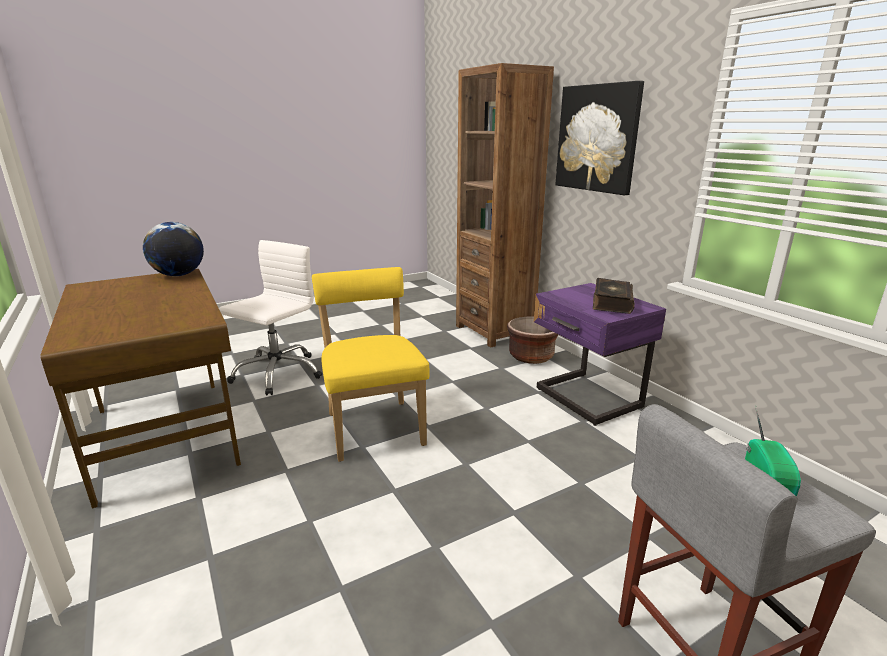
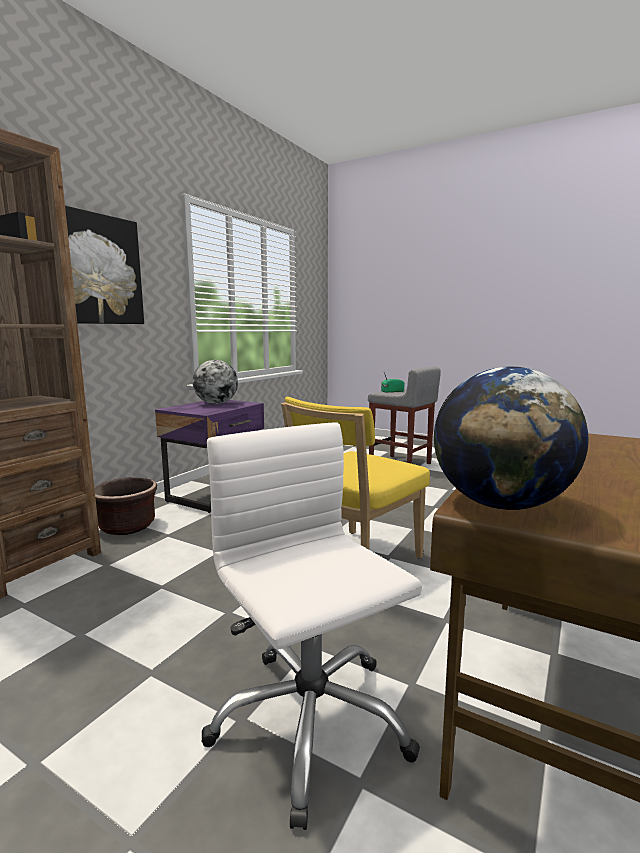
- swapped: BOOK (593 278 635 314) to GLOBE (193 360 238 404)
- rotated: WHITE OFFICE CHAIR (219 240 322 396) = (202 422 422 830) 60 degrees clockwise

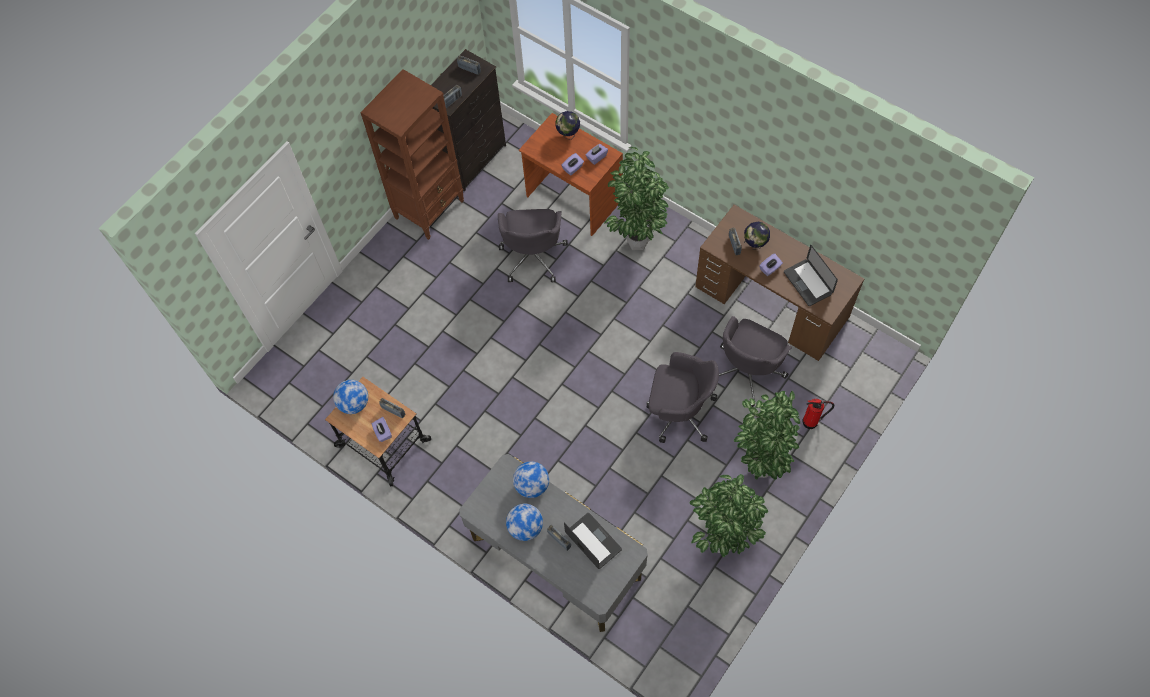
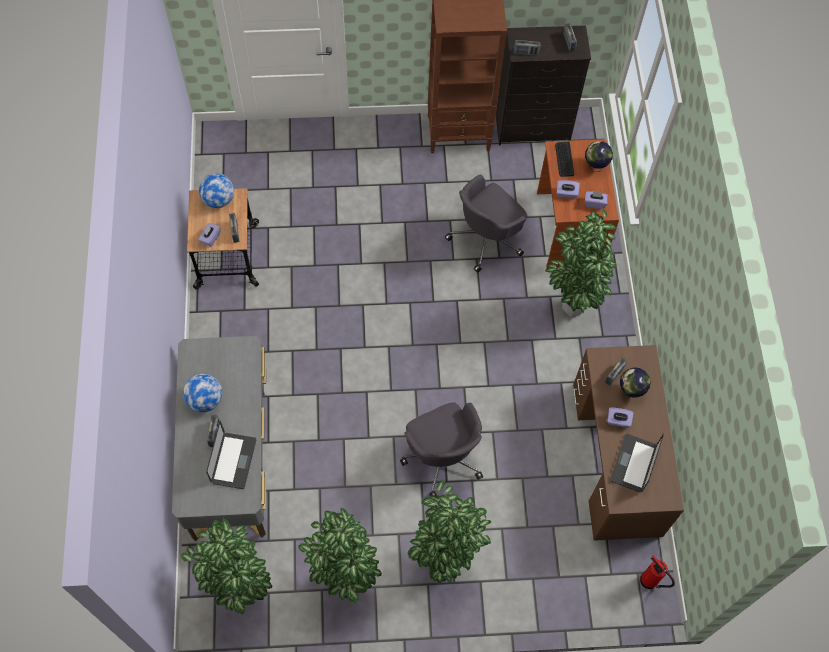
- gone: GLOBE (513 461 549 498)
- gone: GREY OFFICE CHAIR (719 316 792 407)
- new: POTTED PLANT (181 519 272 614)
- new: KEYBOARD (555 142 574 177)
- shifted: FIRE EXTINGUISHER (803 399 834 429) to (640 556 675 589)

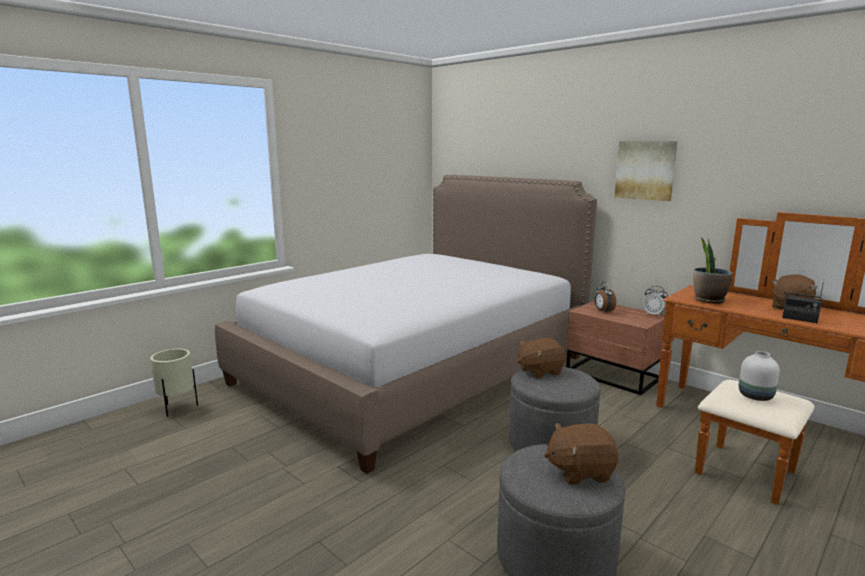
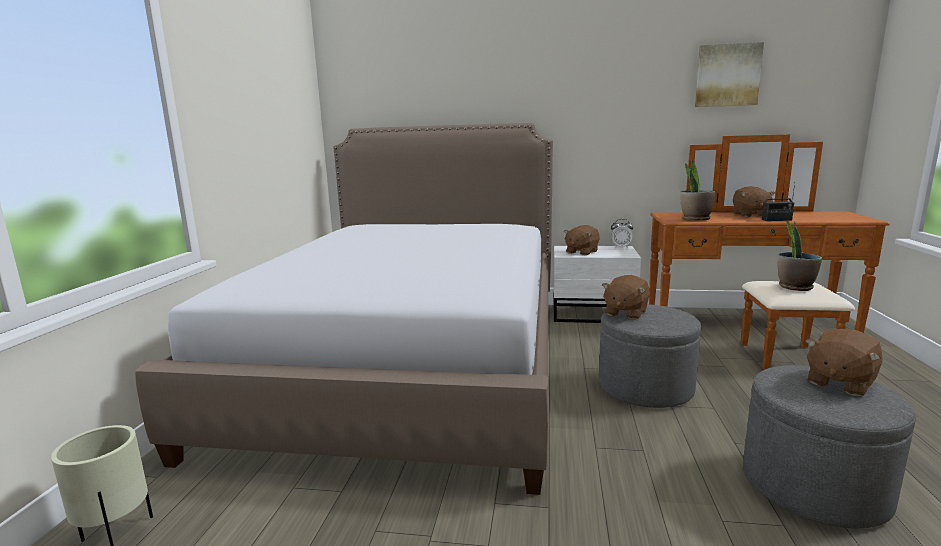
- shifted: PICTURE (614 141 678 201) to (695 42 764 107)
- swapped: ALARM CLOCK (595 282 616 313) to BROWN PLUSH TOY (564 225 600 255)
- swapped: WHITE VASE (739 351 780 401) to POTTED PLANT (777 220 822 291)
- repainted: BROWN NIGHTSTAND (566 300 665 395) to WHITE NIGHTSTAND (553 246 641 323)

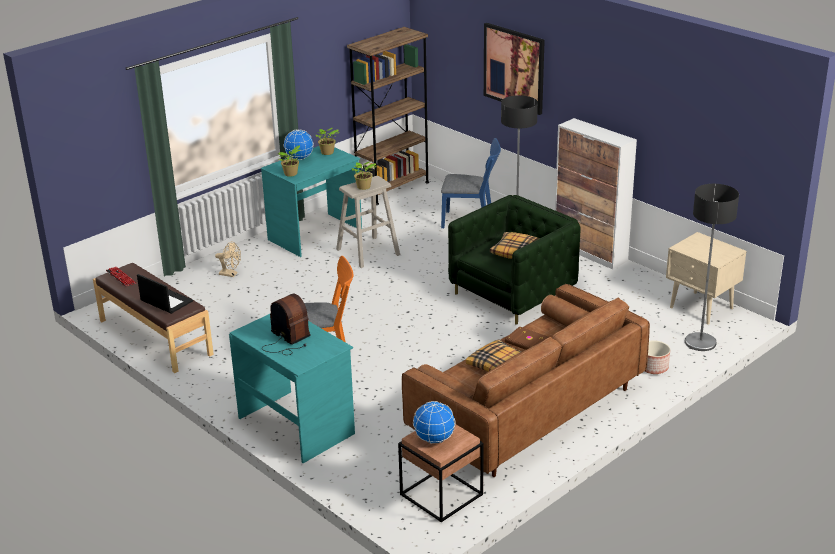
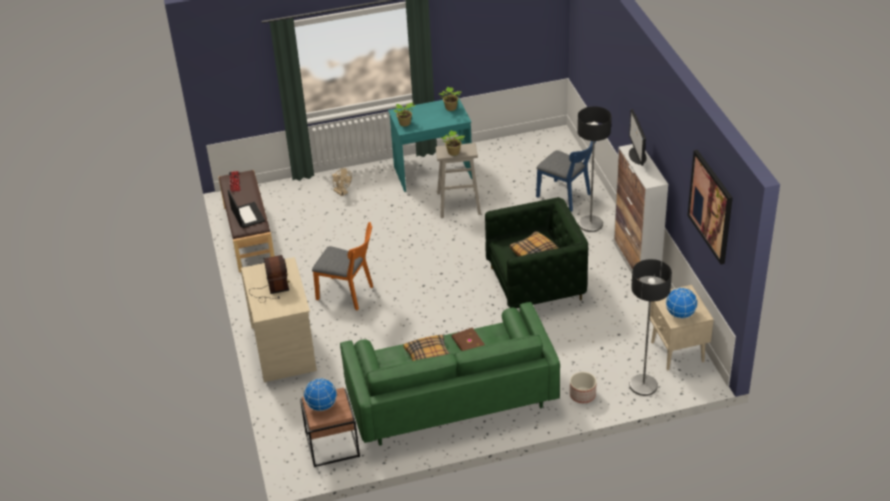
- gone: BROWN BOOKCASE (347 27 429 205)
- new: MONITOR (629 109 647 166)
- shifted: GLOBE (283 129 314 160) to (666 287 698 319)
- shifted: PICTURE (484 23 545 115) to (688 150 733 264)
- repainted: TURQUOISE DESK (229 313 355 463) to BEIGE DESK (241 257 317 382)
- repainted: BROWN SOFA (402 284 650 477) to GREEN SOFA (340 302 560 446)

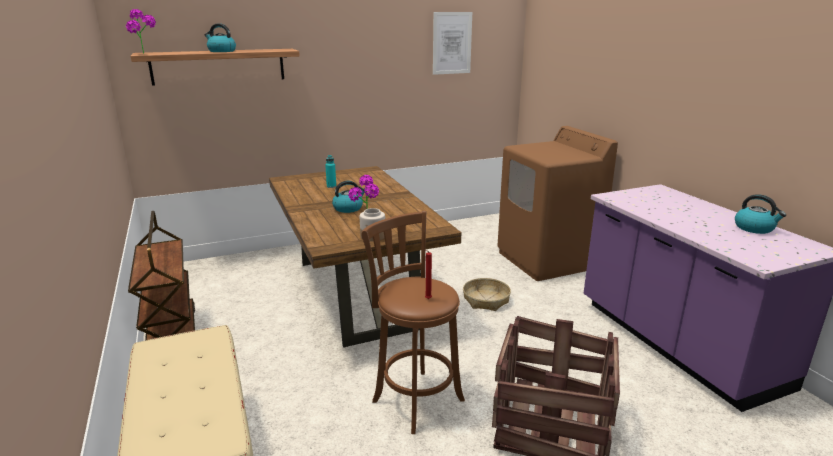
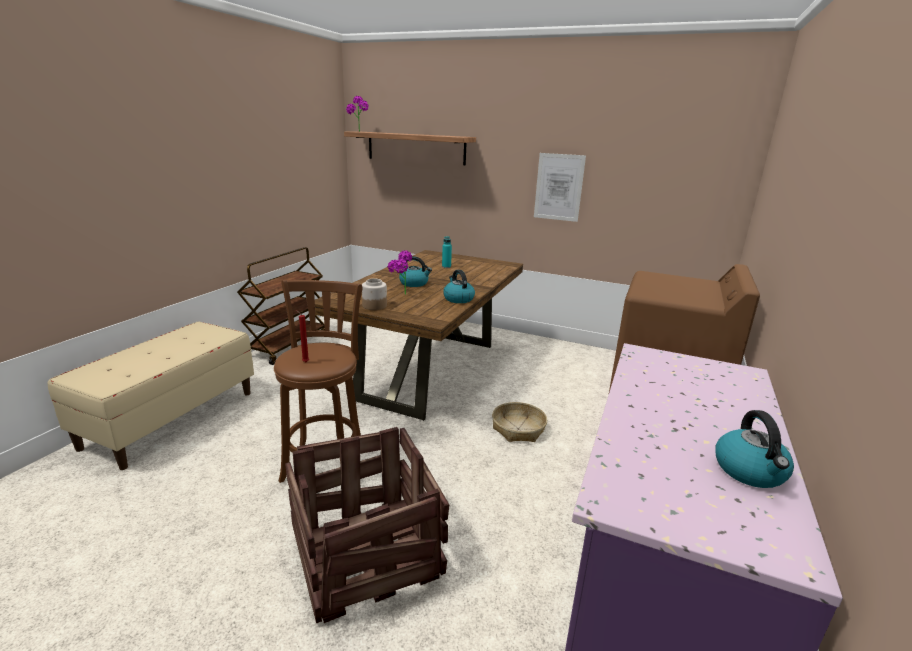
- shifted: KETTLE (205 23 236 52) to (443 270 475 303)
- shifted: PICTURE (433 12 472 75) to (534 153 586 222)

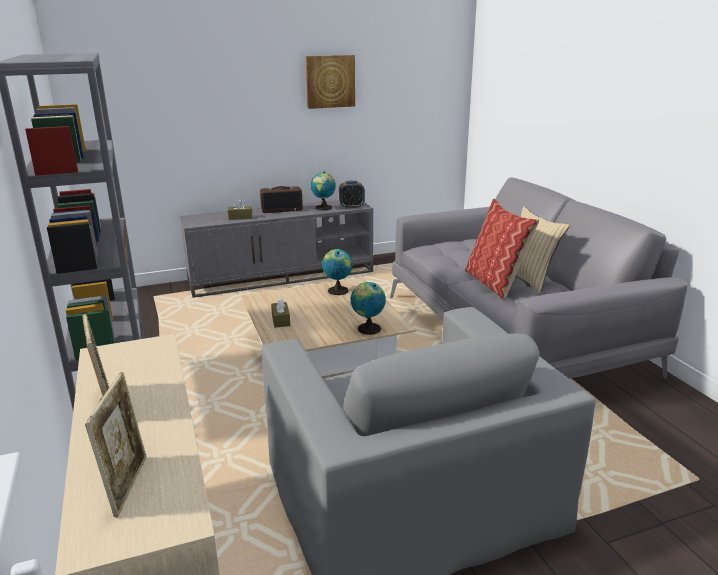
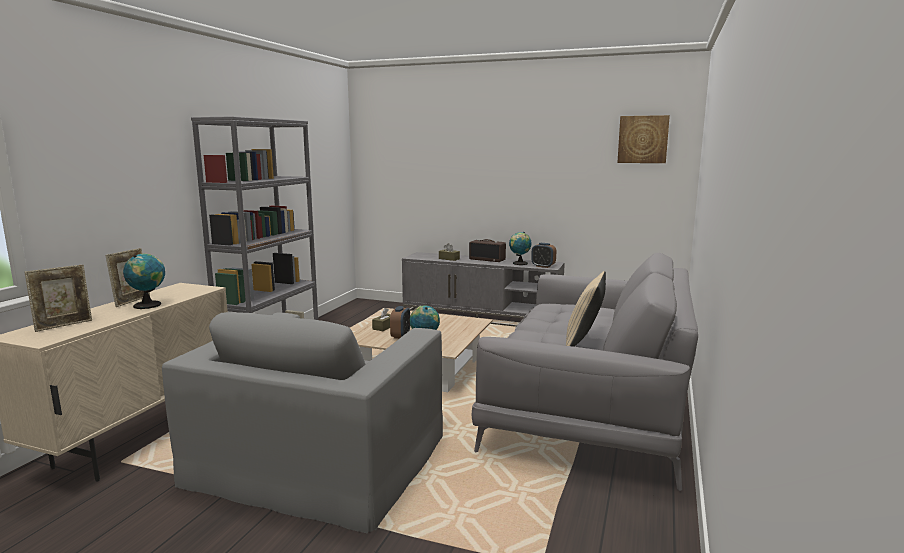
- gone: PILLOW (465 199 539 301)
- new: ALARM CLOCK (390 306 410 339)
- shifted: PICTURE (305 55 355 109) to (617 115 670 163)
- shifted: GLOBE (322 249 353 295) to (123 254 165 309)

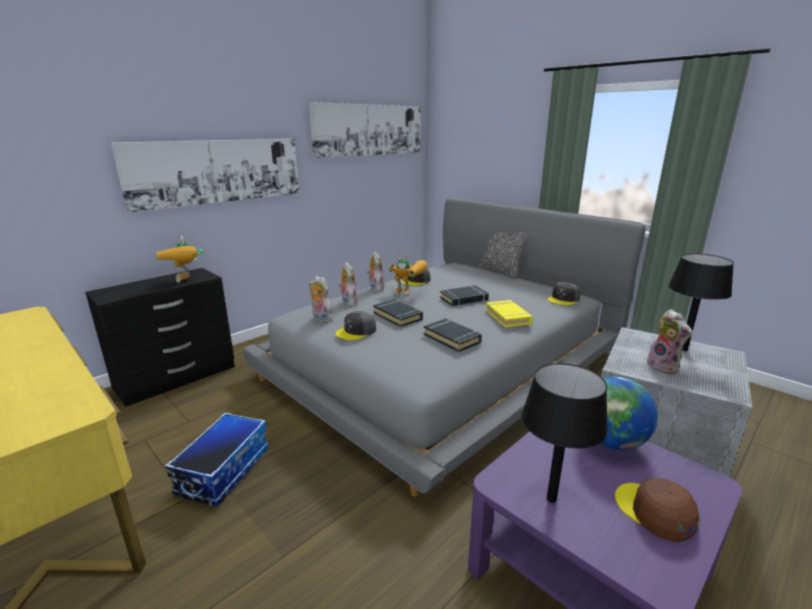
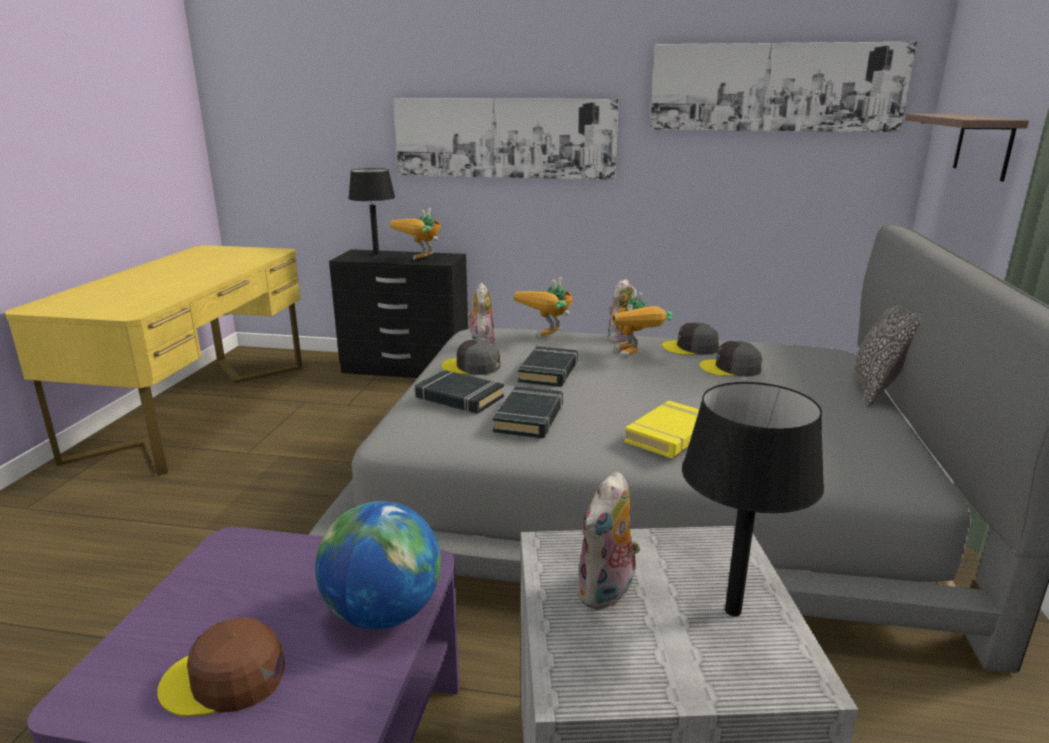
- gone: STORAGE BOX (165 412 269 507)
- new: SHELF (905 114 1029 181)
- shifted: BLACK BOOK (440 285 489 306) to (415 370 504 414)
- shifted: BLACK TABLE LAMP (522 363 608 503) to (348 168 395 255)
- shifted: GREY CAP (548 282 580 305) to (699 341 762 377)
- swapped: PLUSH TOY (338 262 358 306) to TOY ROBOT (514 276 573 337)
- rotated: BROWN CAP (615 478 699 542) = (157 618 285 717) 120 degrees counterclockwise

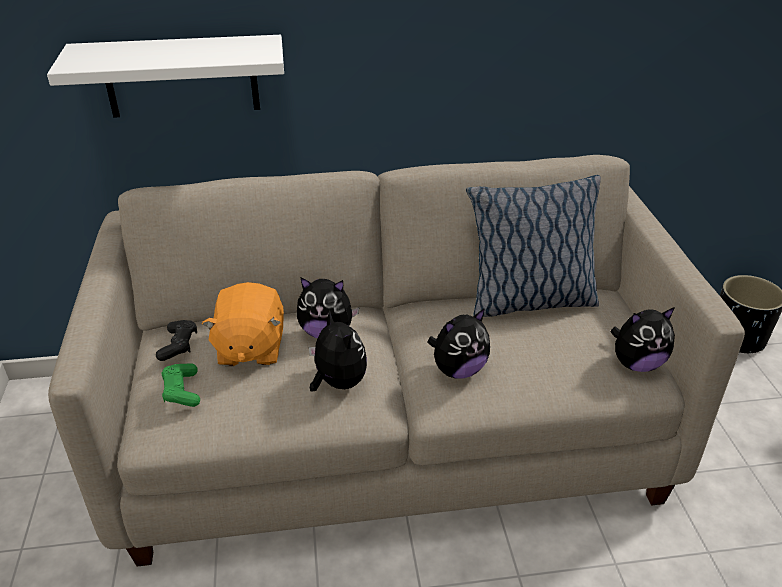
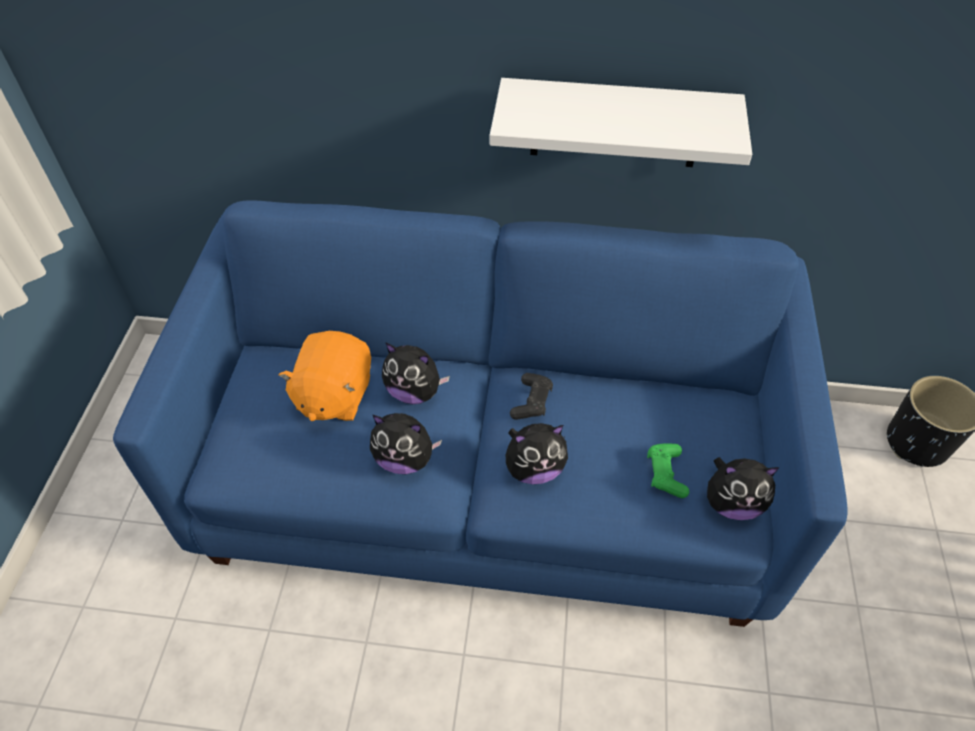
- gone: PILLOW (466 175 601 317)
- shifted: WHITE SHELF (47 35 284 118) to (490 78 752 167)
- shifted: BLACK GAME CONTROLLER (156 320 197 361) to (510 373 553 420)
- shifted: GREEN GAME CONTROLLER (161 364 200 407) to (647 443 689 498)
- repainted: BEIGE SOFA (48 155 745 566) to BLUE SOFA (113 200 847 627)
- rotated: PLUSH TOY (309 310 367 391) = (370 413 442 474) 120 degrees clockwise

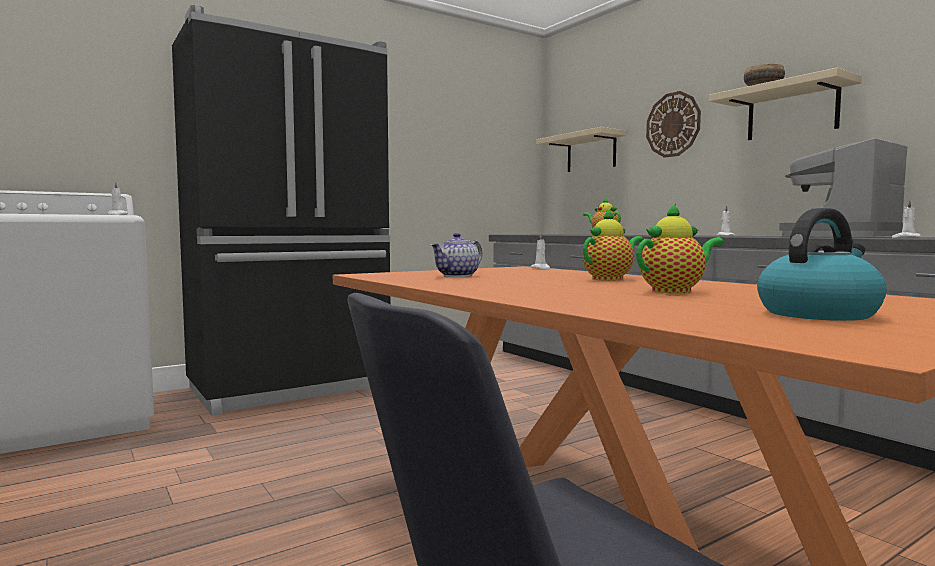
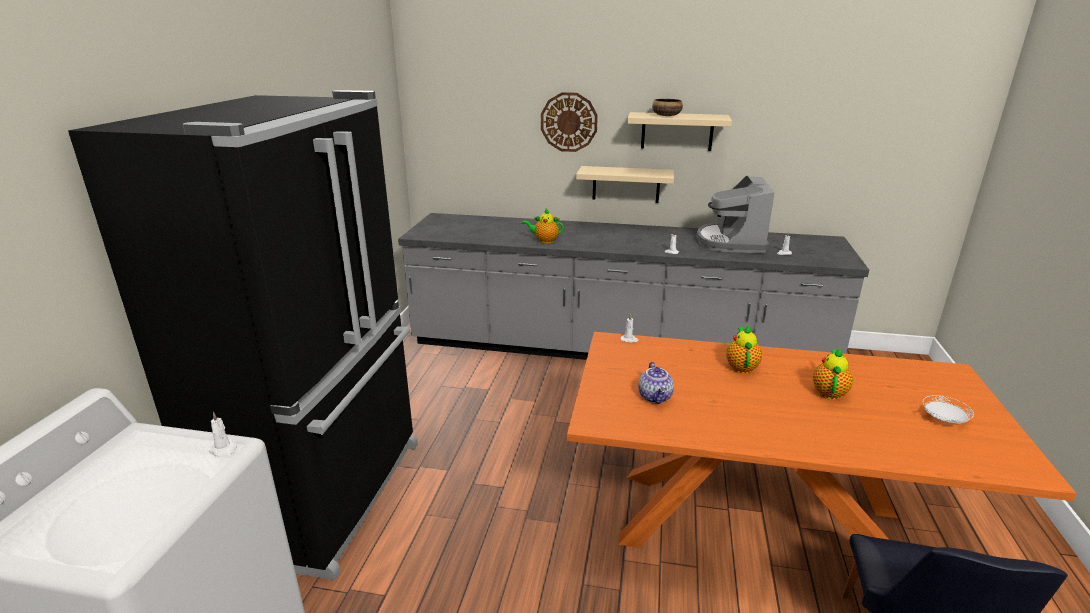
- shifted: BEIGE SHELF (536 127 626 172) to (576 166 674 203)
- swapped: KETTLE (757 208 887 321) to WHITE PLATE (923 395 974 423)

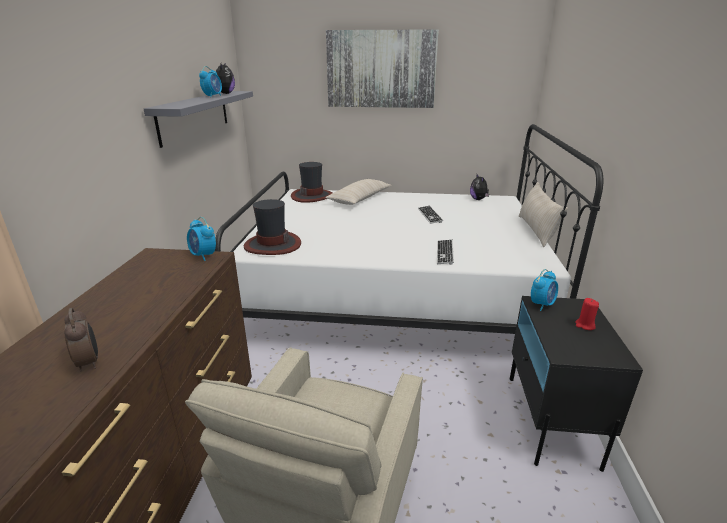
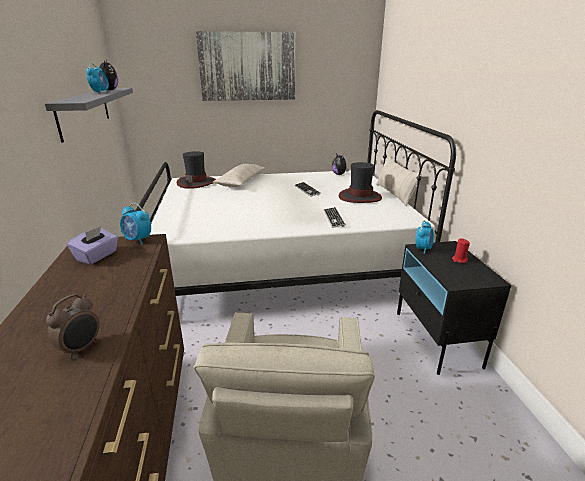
- new: PURPLE TISSUE BOX (67 226 118 265)
- shifted: HAT (244 199 301 255) to (339 162 382 203)
- rotated: ALARM CLOCK (64 308 98 371) = (46 294 100 359) 75 degrees clockwise

